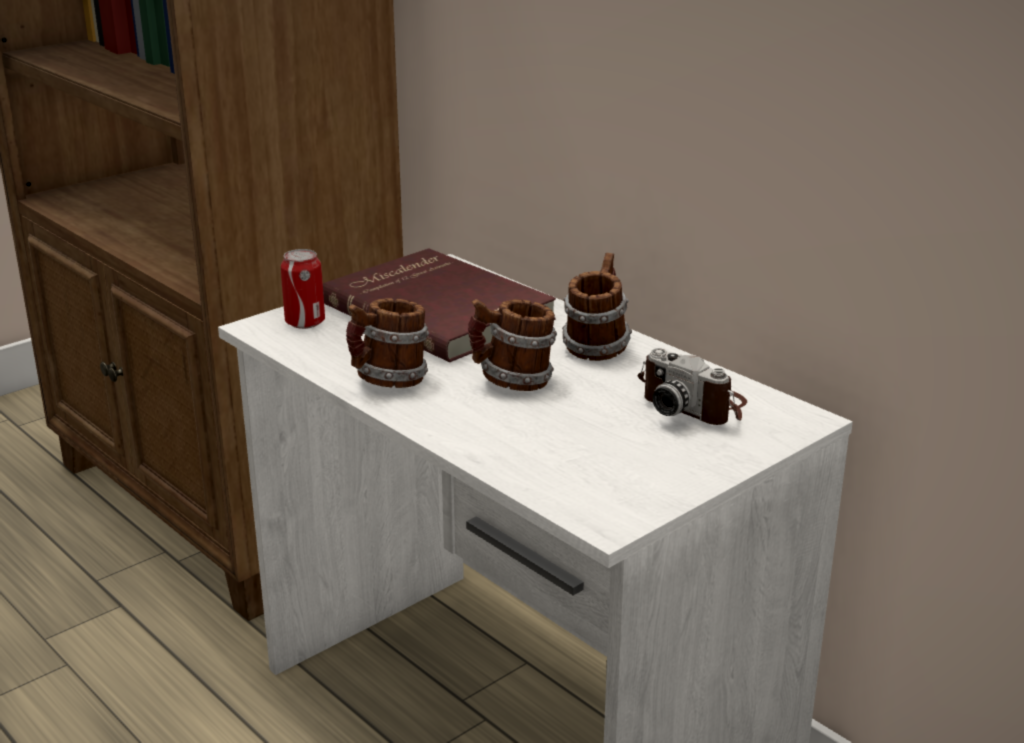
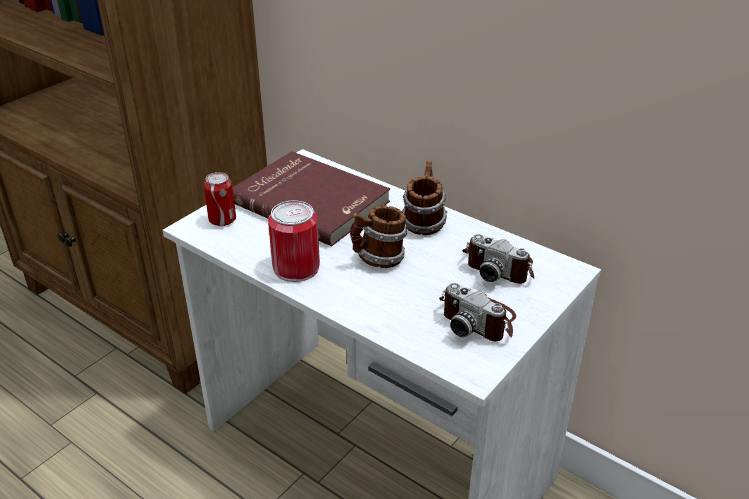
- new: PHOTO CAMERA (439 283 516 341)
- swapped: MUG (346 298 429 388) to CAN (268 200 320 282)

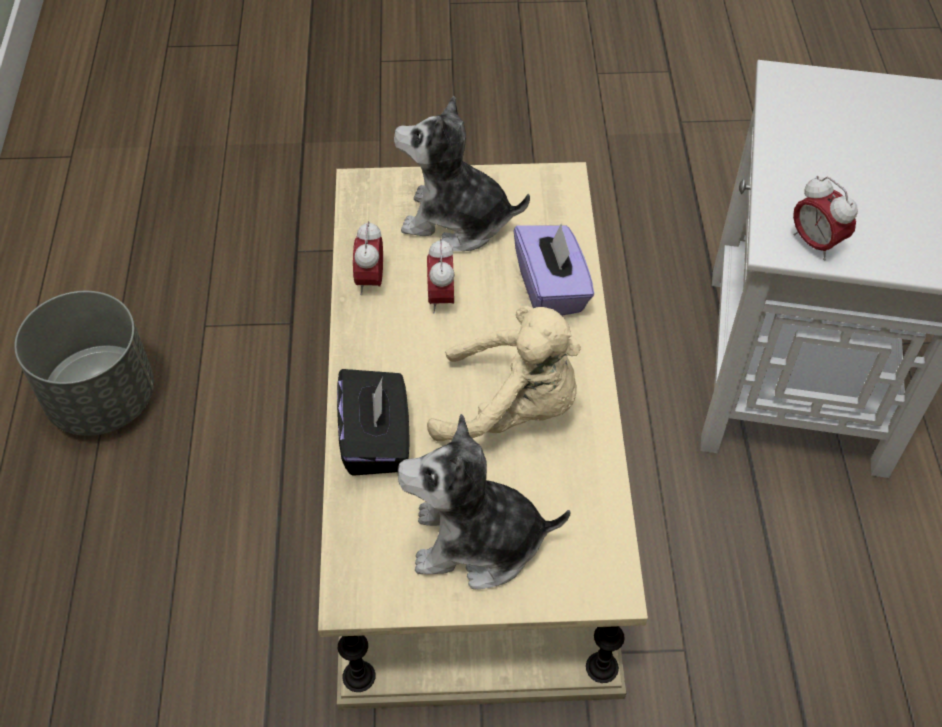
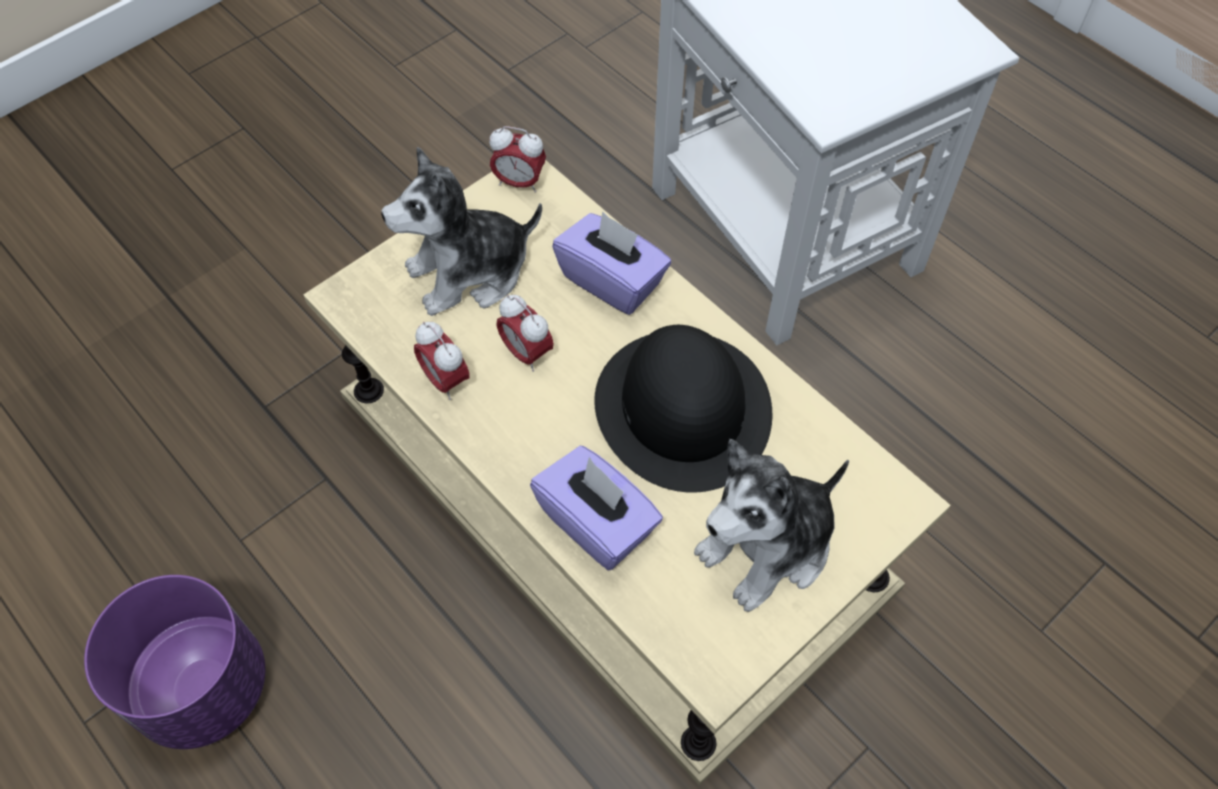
- shifted: ALARM CLOCK (793 176 858 260) to (489 126 546 192)
- swapped: BEIGE PLUSH TOY (427 306 581 441) to BLACK HAT (594 325 772 493)
- repainted: GREY PLANTER (14 291 154 436) to PURPLE PLANTER (84 575 265 749)
- repainted: BLACK TISSUE BOX (337 369 410 476) to PURPLE TISSUE BOX (530 446 663 571)

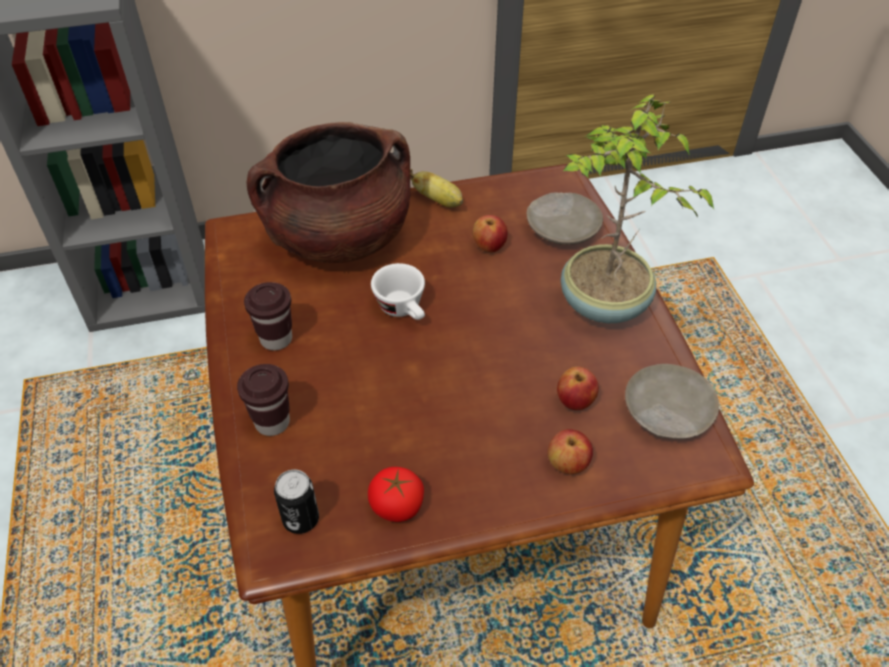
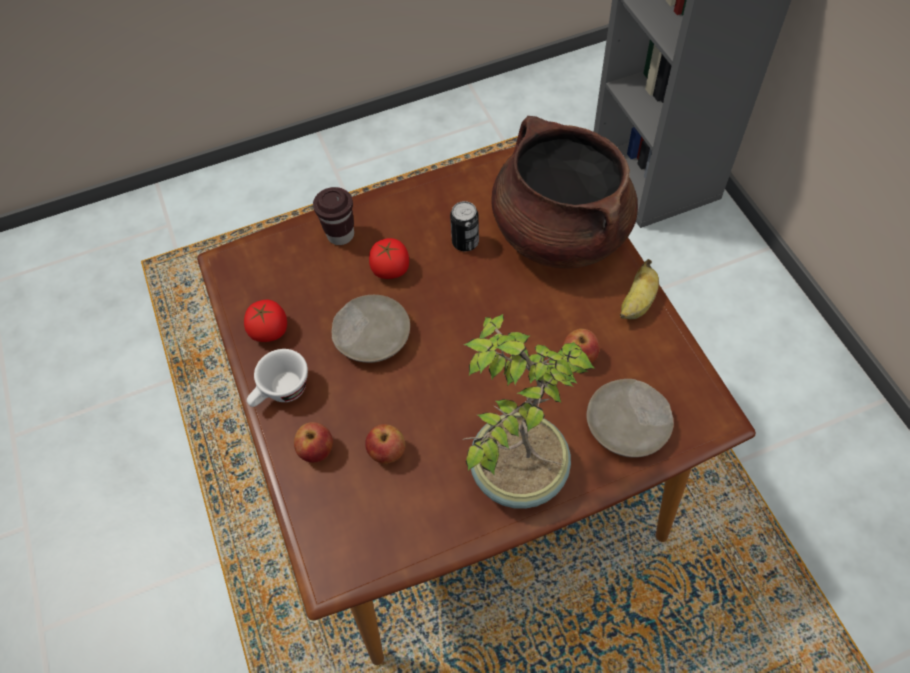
- gone: BROWN CUP (244 282 292 350)
- new: TOMATO (369 238 409 279)
- shifted: CAN (274 470 319 534) to (450 201 479 251)
- shifted: WHITE CUP (371 263 425 320) to (247 349 308 407)
- shifted: BEIGE PLATE (625 364 719 439) to (332 295 410 363)

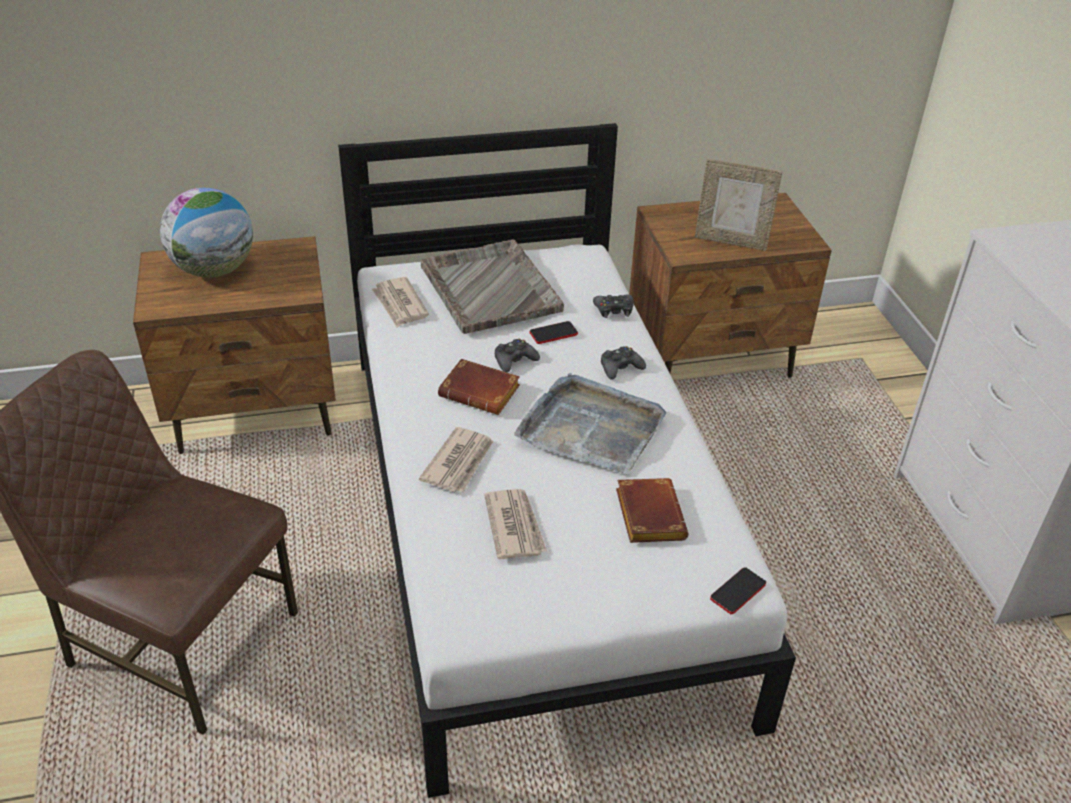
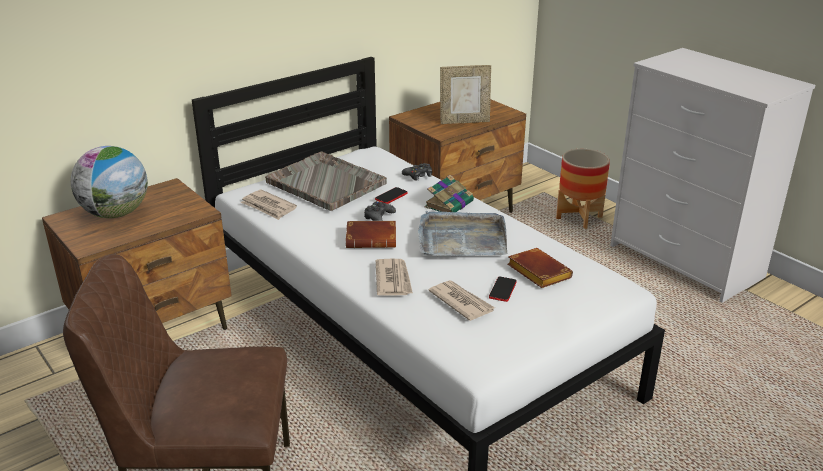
- new: PLANTER (556 149 610 229)
- shifted: PHONE (710 567 766 614) to (489 276 517 302)
- swapped: BLACK GAME CONTROLLER (601 346 646 380) to BOOK (425 175 474 212)

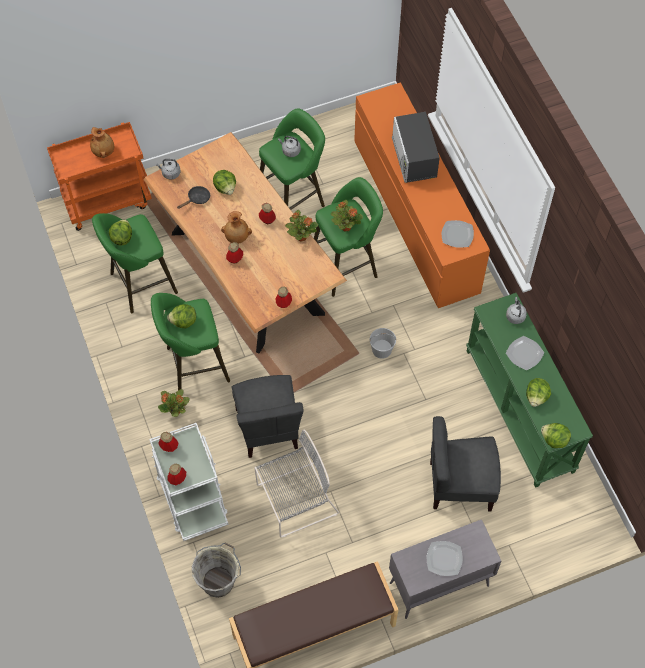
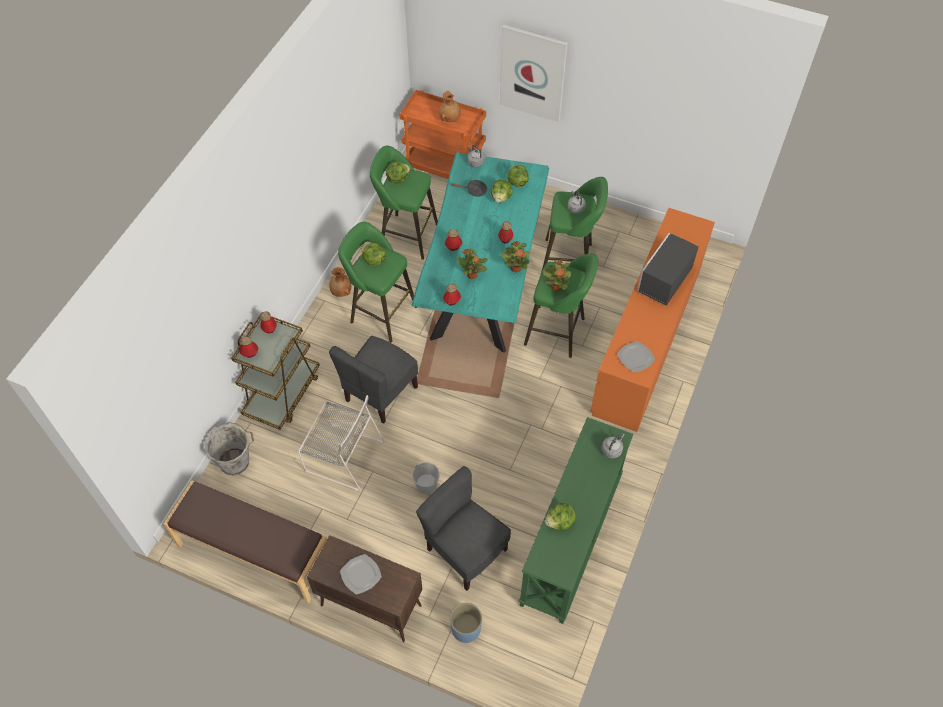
- gone: PLATE (506 336 544 370)
- new: BLUE PLANTER (450 603 482 643)
- new: PICTURE (500 24 568 122)
- shifted: POTTED PLANT (158 389 190 417) to (457 249 488 279)
- shifted: BROWN VASE (221 211 252 244) to (329 267 352 297)
- shifted: WHITE BUCKET (370 328 396 359) to (412 462 440 494)
- shifted: LETTUCE (541 423 571 448) to (507 165 529 187)
- repainted: BROWN DINING TABLE (143 132 347 354) to TURQUOISE DINING TABLE (411 152 549 353)
- repainted: WHITE CART (149 423 229 541) to BROWN CART (231 314 320 430)
- repainted: GREY CABINET (389 519 501 619) to BROWN CABINET (307 535 423 642)

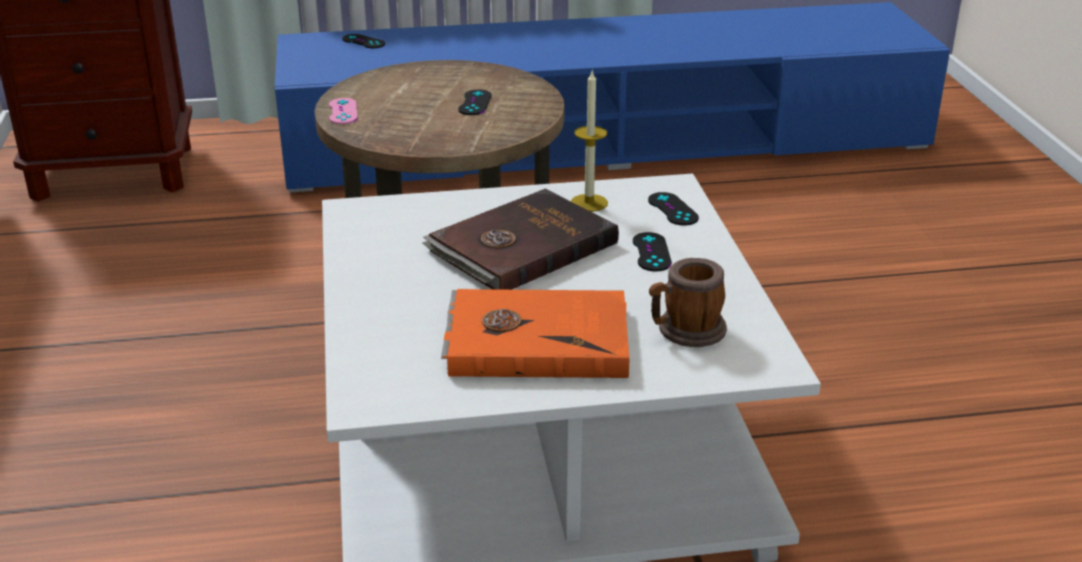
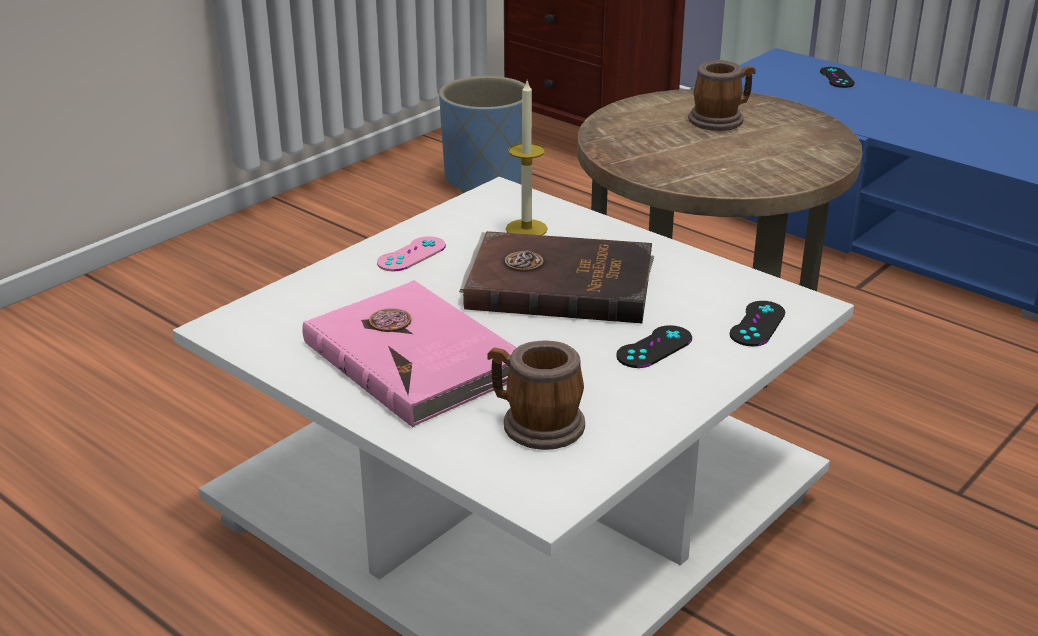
- gone: BLACK GAME CONTROLLER (458 90 491 115)
- new: BLUE PLANTER (439 76 525 193)
- new: MUG (688 60 756 131)
- shifted: PINK GAME CONTROLLER (329 98 358 124) to (377 236 446 272)
- shifted: CANDLE (571 69 608 212) to (506 81 548 235)
- repainted: ORANGE BOOK (441 289 629 378) to PINK BOOK (302 280 517 427)

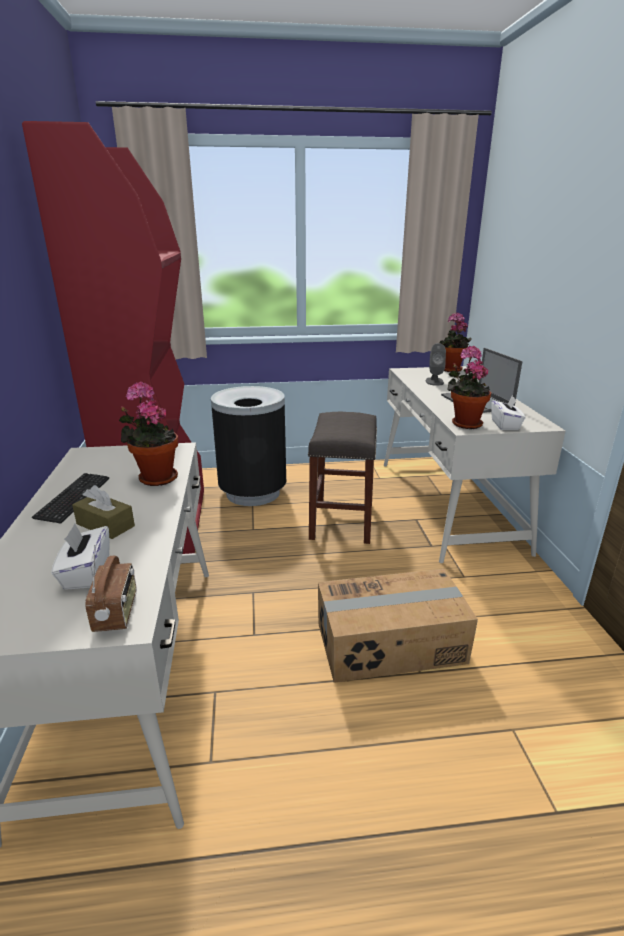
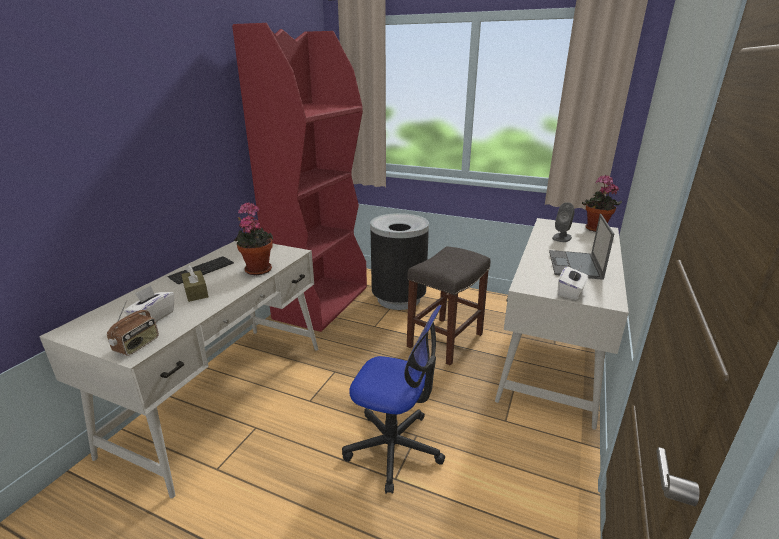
- gone: POTTED PLANT (447 346 491 429)
- swapped: CARDBOARD BOX (318 569 478 683) to OFFICE CHAIR (342 305 445 494)

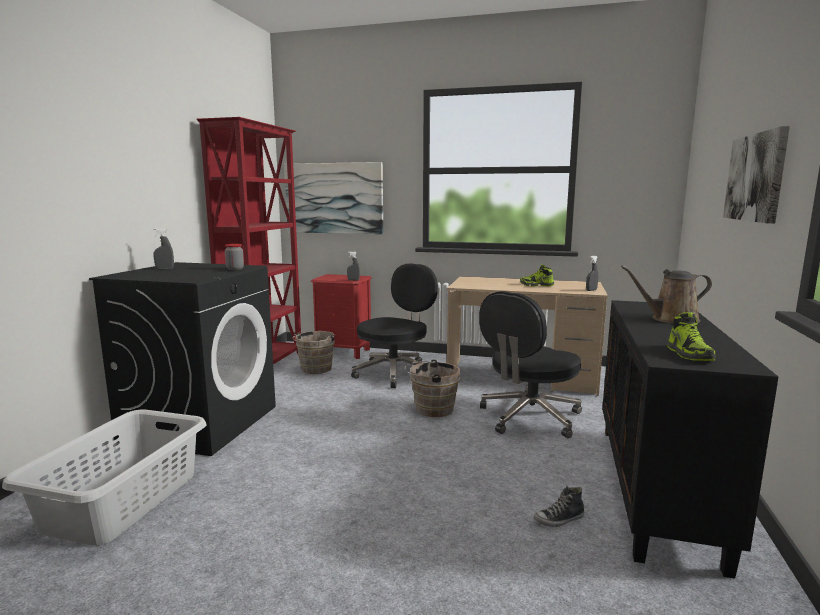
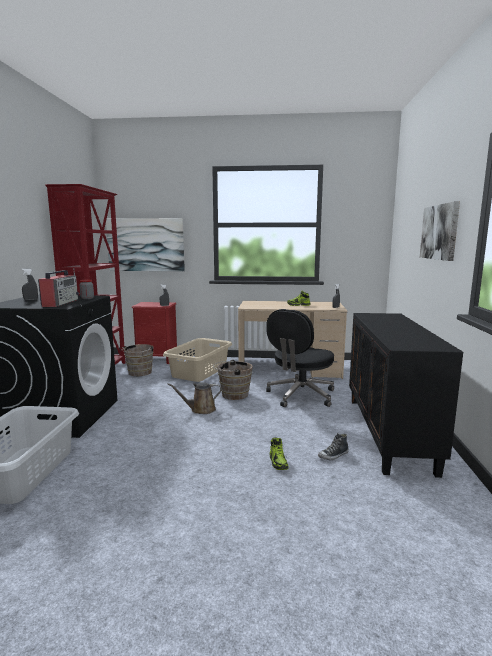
- new: RADIO (38 268 79 307)
- shifted: BROWN WATERING CAN (621 266 712 323) to (167 382 221 414)
- shifted: SHOE (667 312 716 361) to (270 438 289 470)
- swapped: BLACK OFFICE CHAIR (351 263 438 388) to BEIGE LAUNDRY BASKET (163 338 232 382)

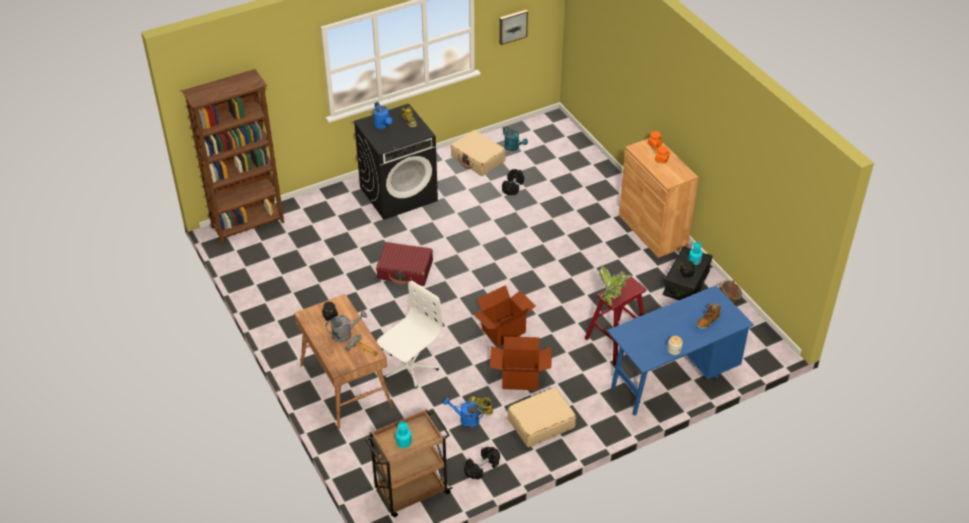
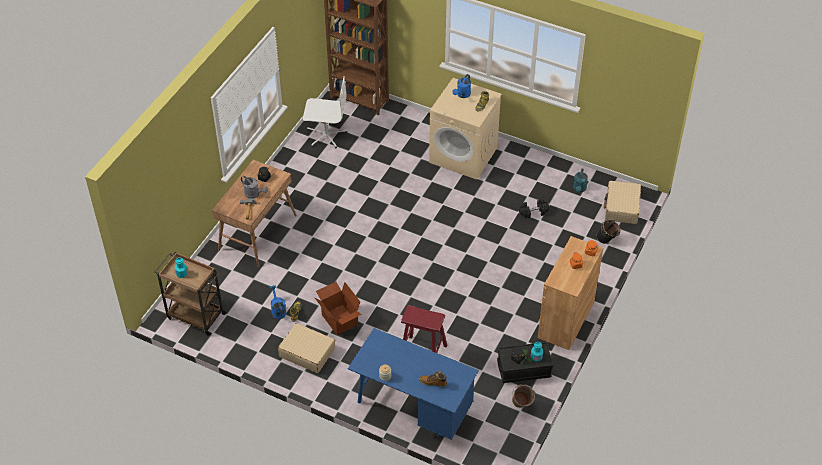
- gone: RED SUITCASE (376 242 433 286)
- gone: BLACK DUMBBELL (464 447 500 480)
- gone: CARDBOARD BOX (473 285 536 347)
- gone: PICTURE (499 10 528 45)
- gone: POTTED PLANT (599 265 631 306)
- new: BLACK BUCKET (596 219 620 244)
- shifted: WHITE OFFICE CHAIR (377 281 443 389) to (303 76 347 149)
- shifted: BEIGE SUITCASE (450 130 506 176) to (604 181 641 224)
- repainted: BLACK WASHING MACHINE (353 104 438 220) to BEIGE WASHING MACHINE (429 78 502 180)

